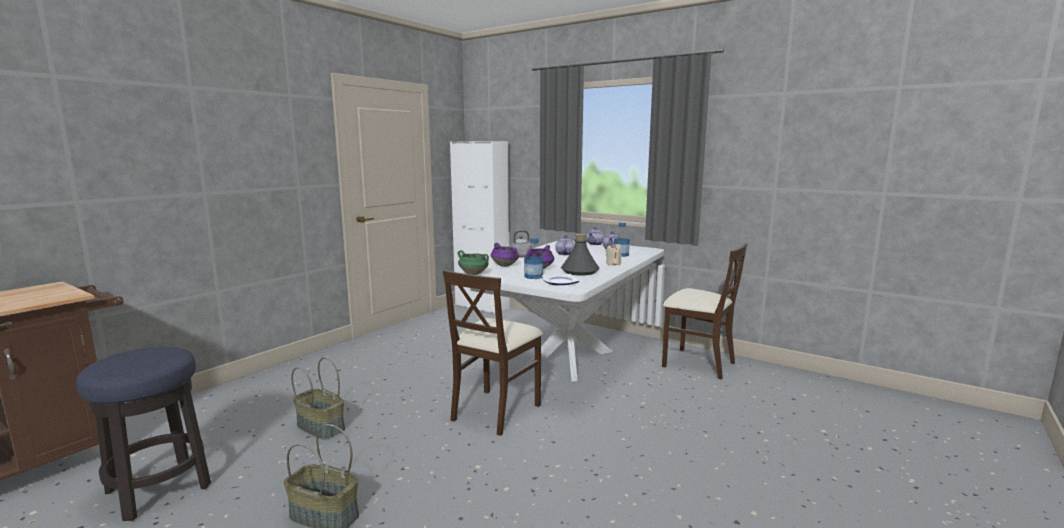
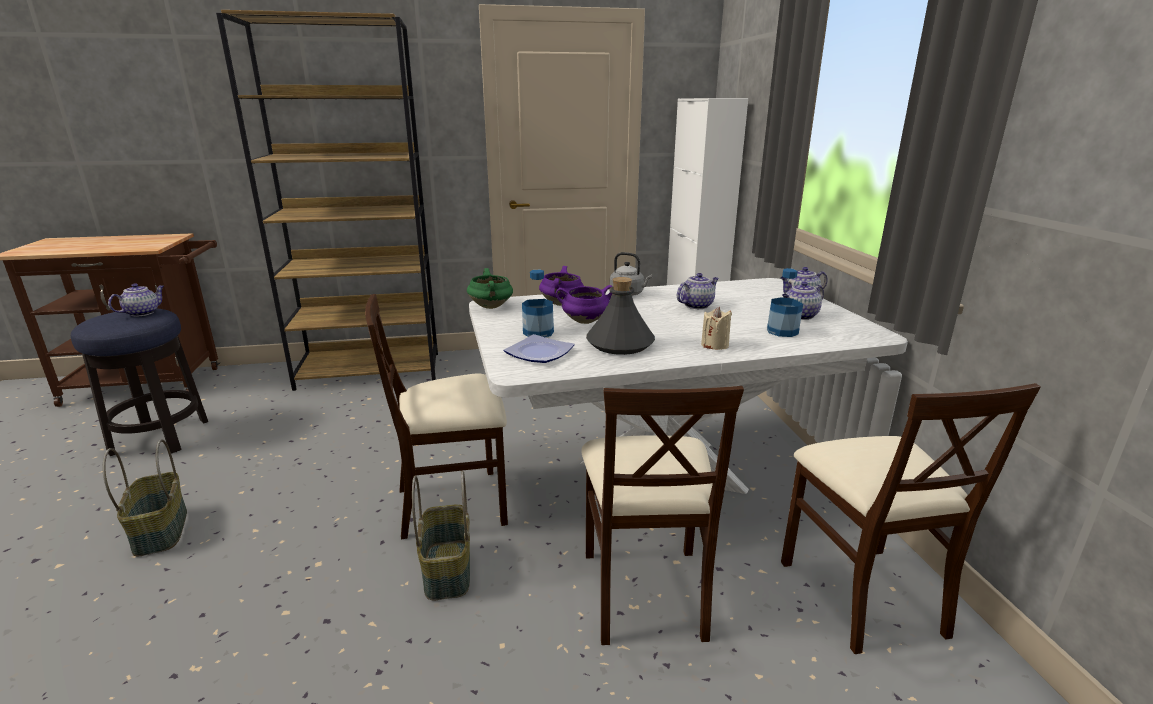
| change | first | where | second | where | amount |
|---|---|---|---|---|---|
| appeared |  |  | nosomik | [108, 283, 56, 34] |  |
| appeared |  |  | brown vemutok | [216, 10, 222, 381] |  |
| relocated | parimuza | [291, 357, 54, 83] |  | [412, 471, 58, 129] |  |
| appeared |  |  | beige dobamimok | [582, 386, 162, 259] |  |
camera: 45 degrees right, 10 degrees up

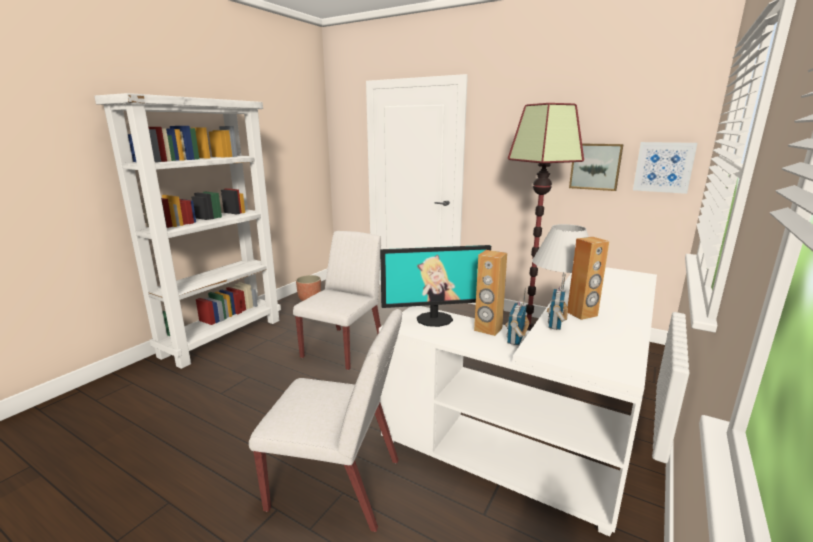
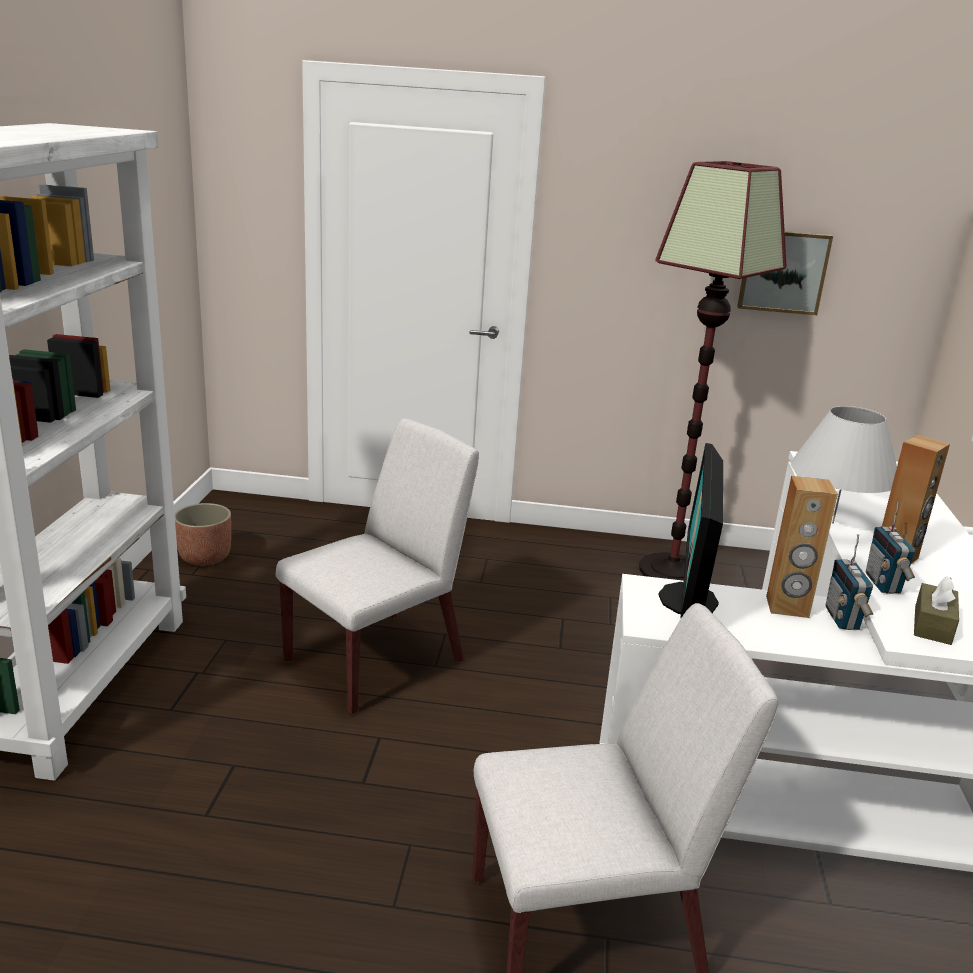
| change | first | where | second | where | amount |
|---|---|---|---|---|---|
| spun | white dobamimok | [293, 231, 88, 139] |  | [276, 418, 203, 296] | 45 degrees clockwise |
| spun | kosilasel | [380, 245, 111, 82] |  | [658, 443, 65, 176] | 135 degrees clockwise |
| appeared |  |  | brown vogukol | [914, 576, 45, 69] |  |
| missing | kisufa | [633, 142, 64, 52] |  |  |  |
camera: 25 degrees left, 5 degrees up

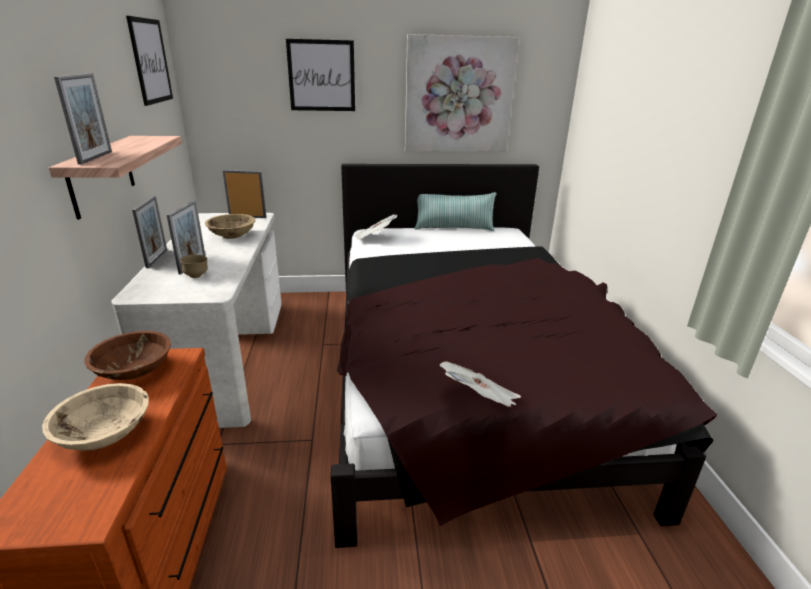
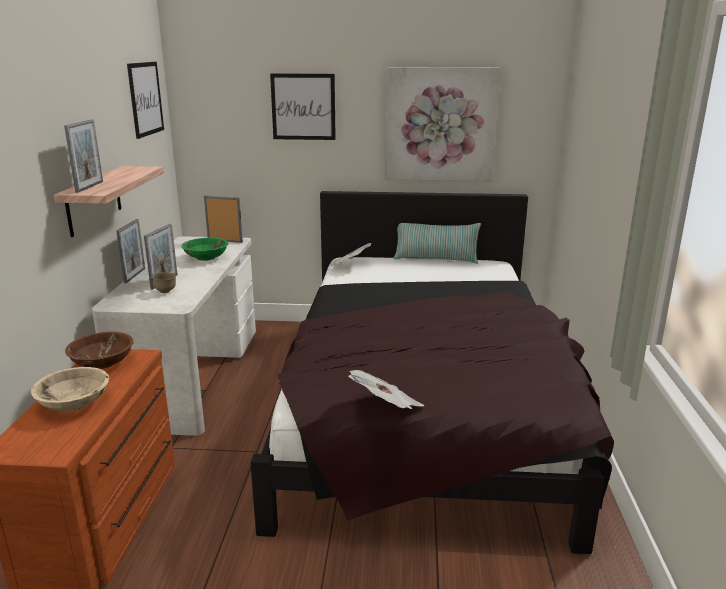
| change | first | where | second | where | amount |
|---|---|---|---|---|---|
| colour | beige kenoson | [205, 214, 50, 25] | green kenoson | [181, 238, 47, 23] |  |
camera: 10 degrees right, 5 degrees down

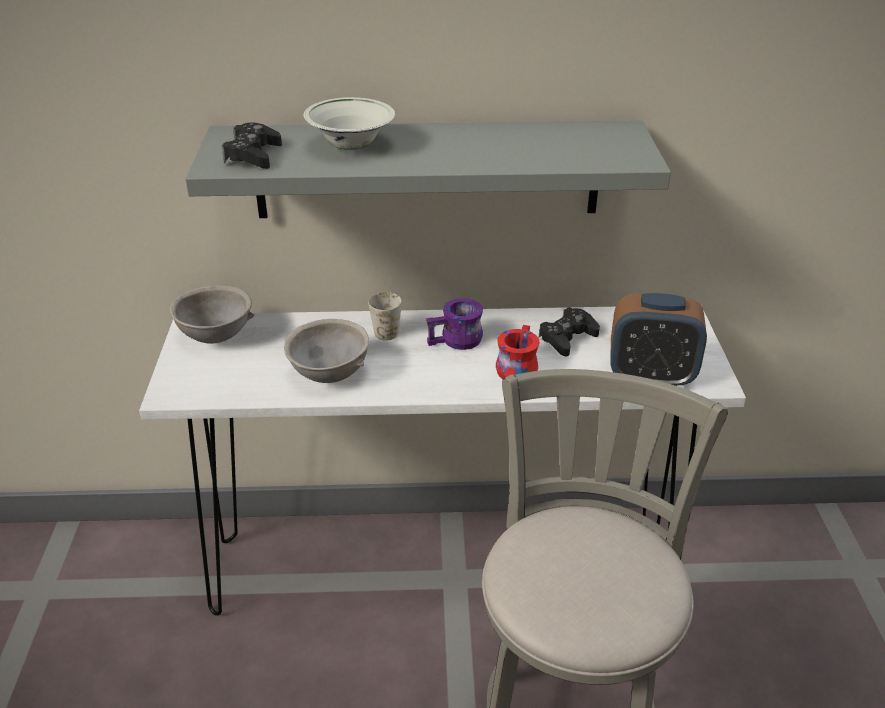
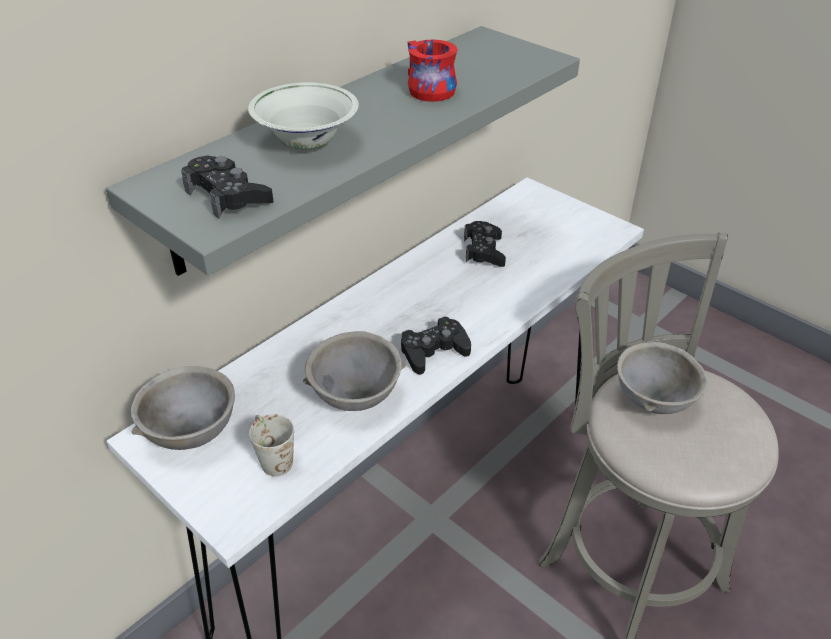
| change | first | where | second | where | amount |
|---|---|---|---|---|---|
| relocated | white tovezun | [368, 292, 34, 49] |  | [249, 414, 45, 62] |  |
| appeared |  |  | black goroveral | [401, 317, 70, 58] |  |
| relocated | red tovezun | [496, 325, 44, 54] |  | [408, 40, 50, 62] |  |
| appeared |  |  | grey kenoson | [617, 342, 90, 72] |  |
| missing | purple tovezun | [426, 298, 57, 52] |  |  |  |
| missing | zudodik | [610, 293, 97, 93] |  |  |  |
camera: 45 degrees left, 5 degrees up

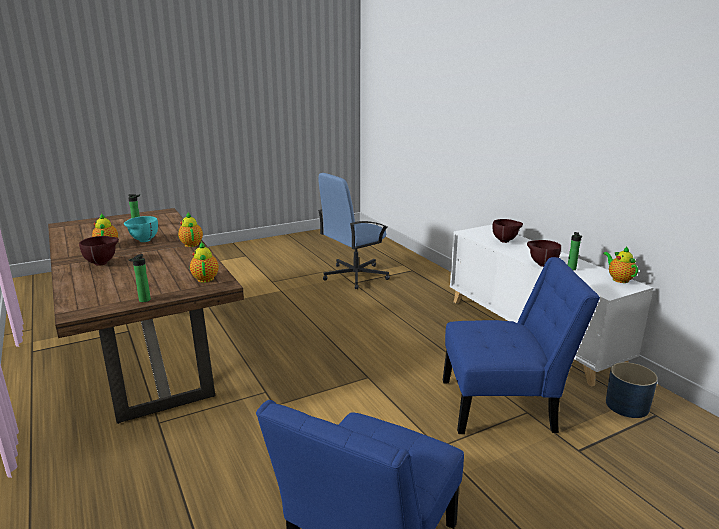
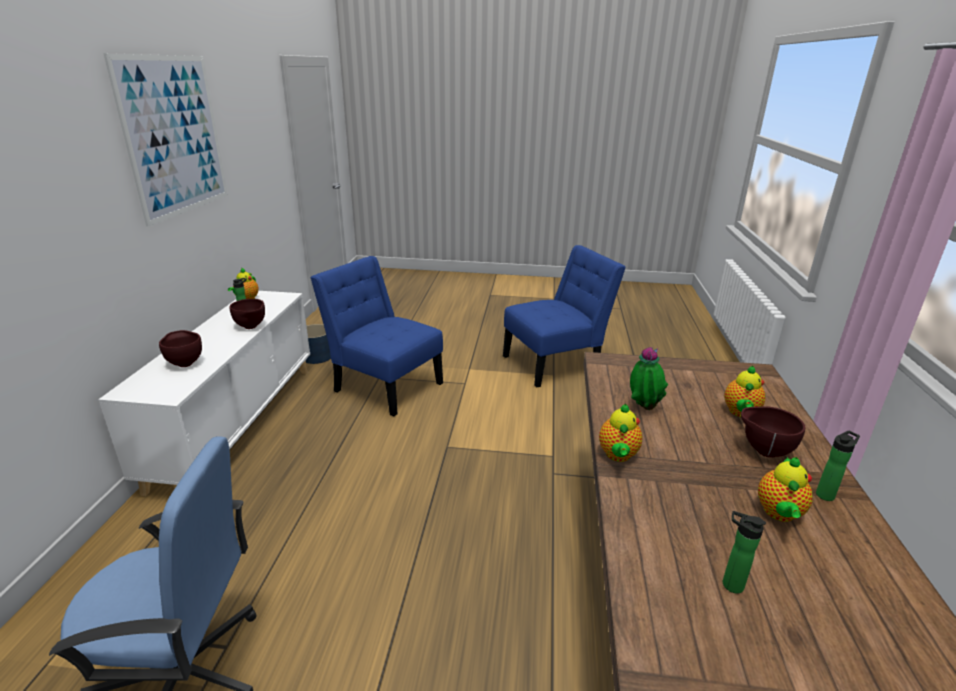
| change | first | where | second | where | amount |
|---|---|---|---|---|---|
| appeared |  |  | kisufa | [103, 53, 125, 174] |  |
| appeared |  |  | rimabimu | [630, 347, 38, 63] |  |
| relocated | nosomik | [190, 242, 29, 41] |  | [724, 366, 42, 51] |  |
| relocated | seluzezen | [128, 254, 23, 48] |  | [816, 431, 44, 70] |  |
| missing | turquoise kenoson | [124, 216, 34, 26] |  |  |  |
camera: 145 degrees left, 5 degrees up

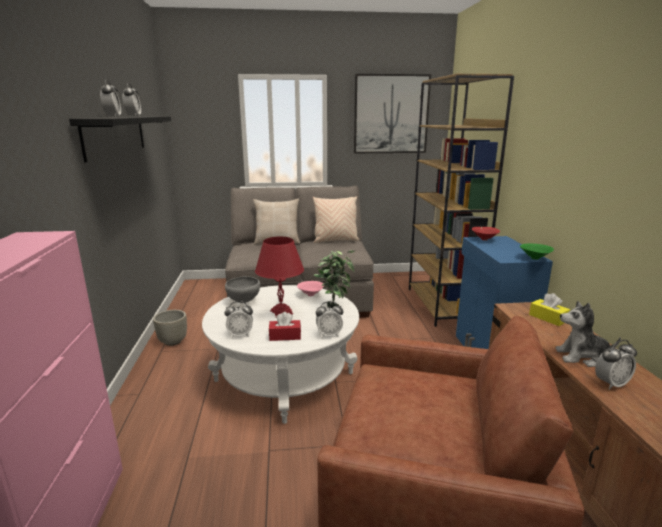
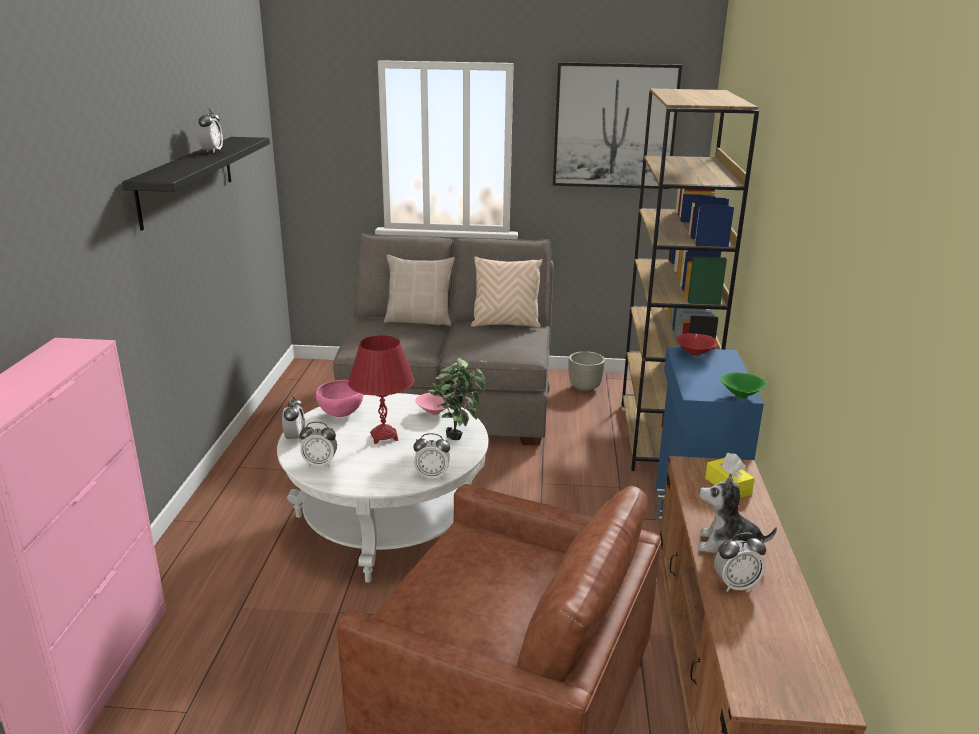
| change | first | where | second | where | amount |
|---|---|---|---|---|---|
| relocated | zudodik | [100, 80, 21, 37] |  | [282, 396, 23, 47] |  |
| colour | grey kenoson | [225, 276, 35, 27] | pink kenoson | [316, 380, 48, 37] |  |
| relocated | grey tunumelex | [153, 310, 34, 36] |  | [568, 351, 37, 42] |  |
| missing | red vogukol | [269, 312, 32, 29] |  |  |  |
camera: 10 degrees right, 5 degrees up

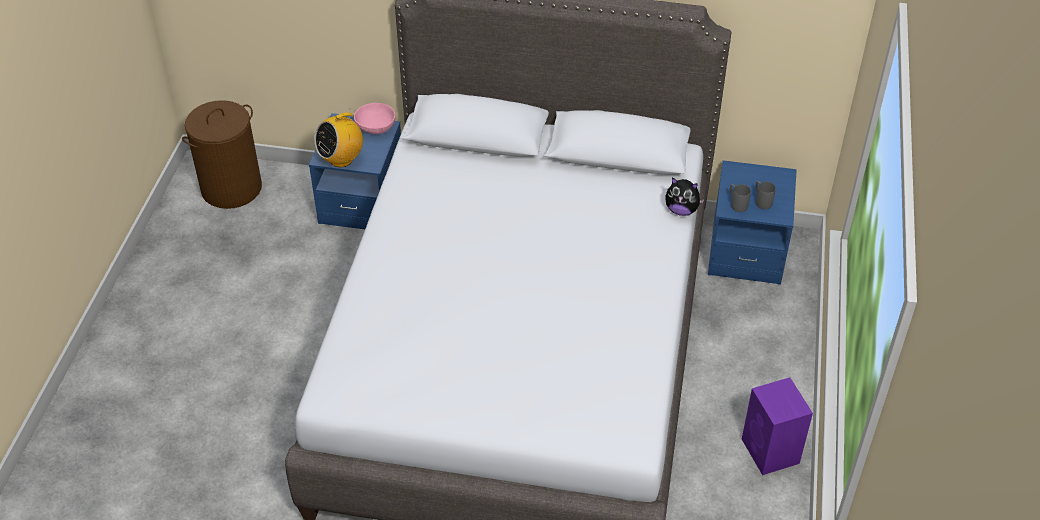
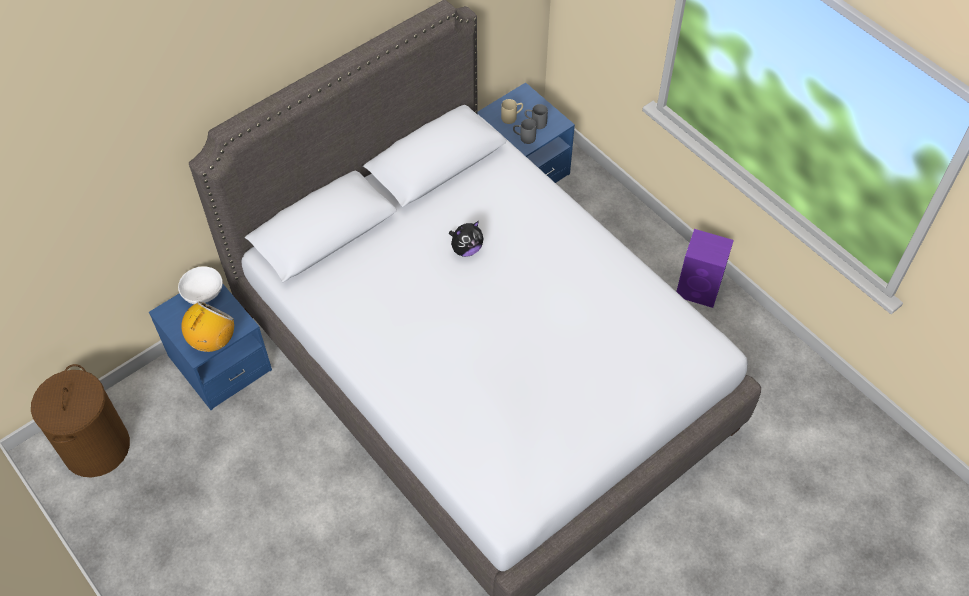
| change | first | where | second | where | amount |
|---|---|---|---|---|---|
| colour | pink kenoson | [354, 103, 42, 31] | white kenoson | [178, 266, 45, 38] |  |
| spun | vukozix | [314, 108, 49, 59] |  | [181, 302, 53, 50] | 150 degrees counterclockwise |
| relocated | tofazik | [665, 178, 40, 38] |  | [449, 221, 35, 36] |  |
| appeared |  |  | beige tovezun | [501, 99, 22, 25] |  |
camera: 50 degrees left, 10 degrees up

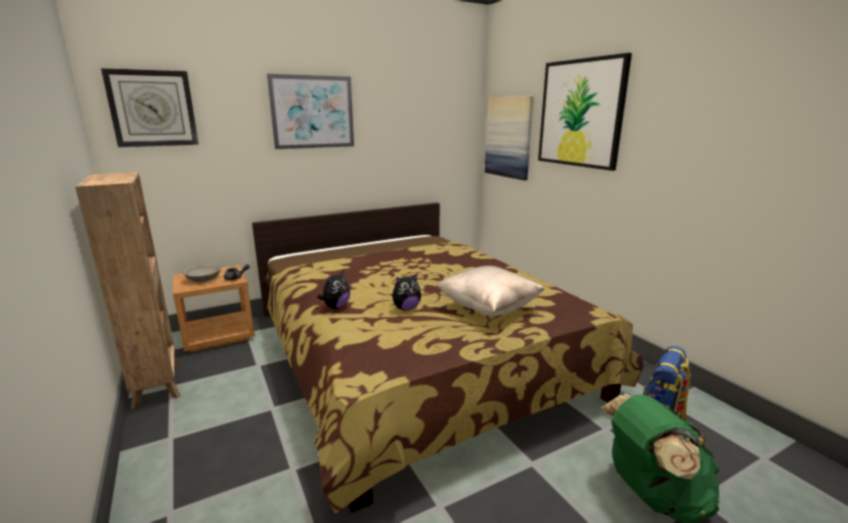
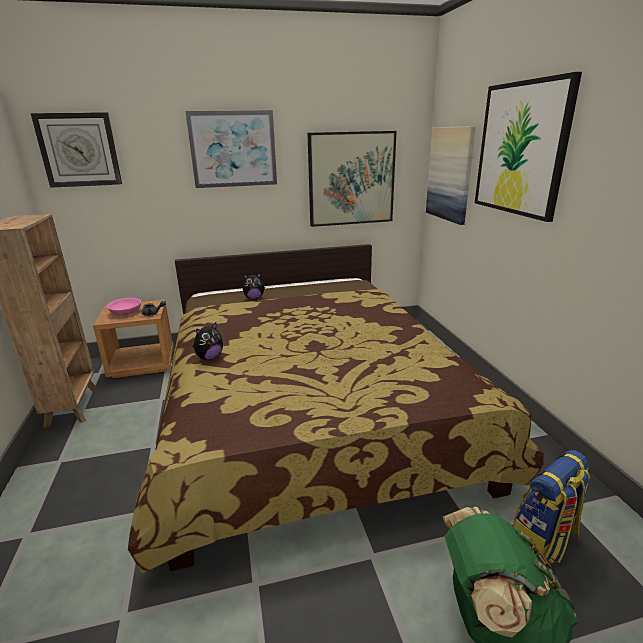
| change | first | where | second | where | amount |
|---|---|---|---|---|---|
| colour | grey kenoson | [183, 264, 38, 18] | pink kenoson | [107, 298, 34, 18] |  |
| relocated | tofazik | [392, 273, 29, 38] |  | [243, 273, 22, 26] |  |
| appeared |  |  | kisufa | [308, 131, 89, 96] |  |
| missing | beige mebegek | [436, 266, 109, 50] |  |  |  |
camera: 15 degrees right, 5 degrees up

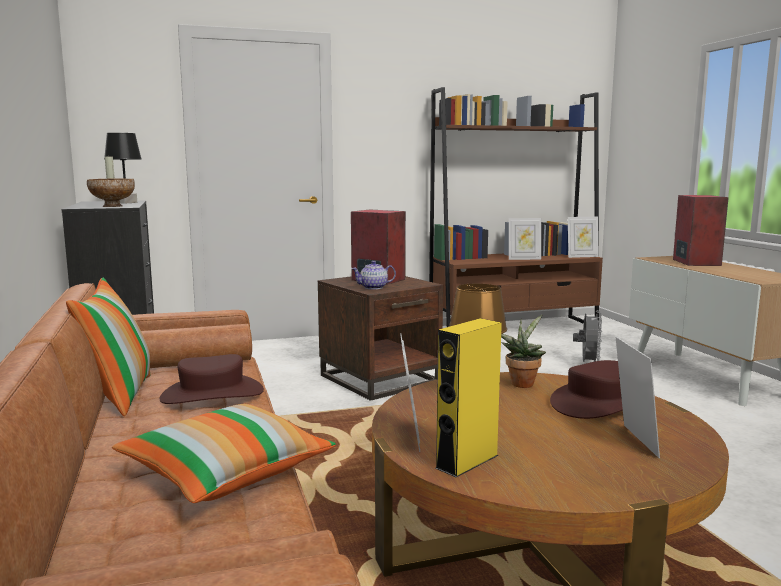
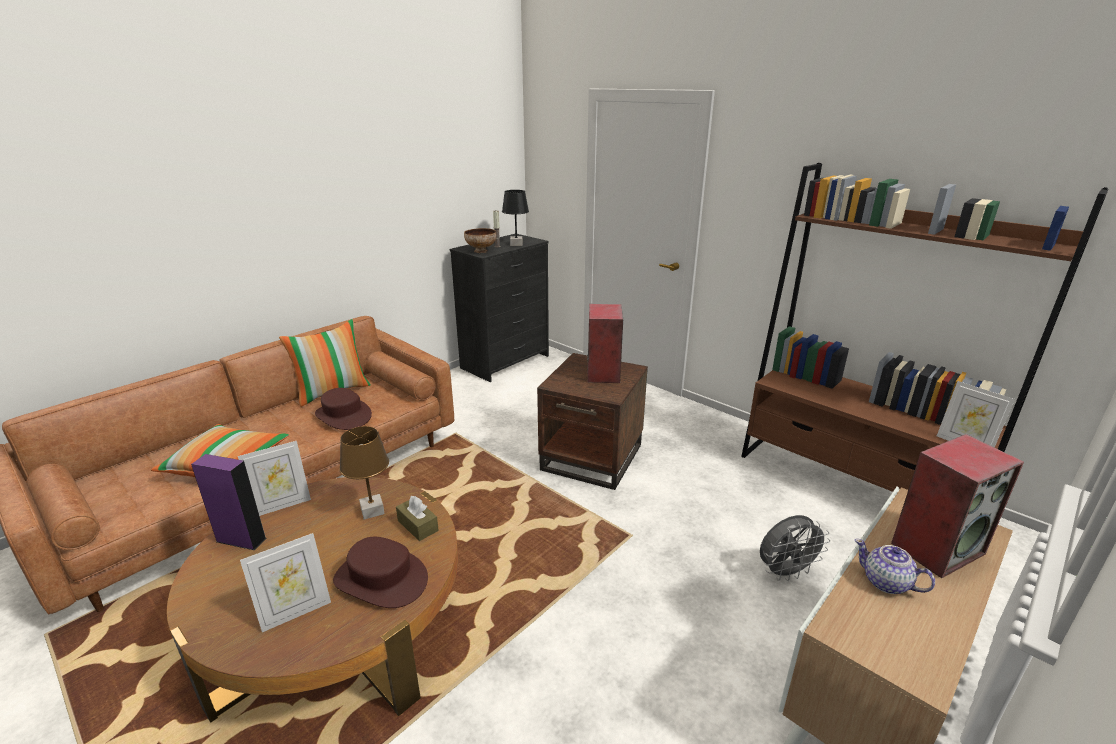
| change | first | where | second | where | amount |
|---|---|---|---|---|---|
| colour | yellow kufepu | [435, 318, 67, 159] | purple kufepu | [191, 454, 75, 96] |  |
| exchanged | rimabimu | [501, 314, 45, 74] | brown vogukol | [396, 496, 43, 45] |  |
| relocated | nosomik | [351, 261, 45, 29] |  | [855, 539, 80, 55] |  |
| missing | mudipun | [509, 218, 32, 42] |  |  |  |
camera: 60 degrees right, 15 degrees up

